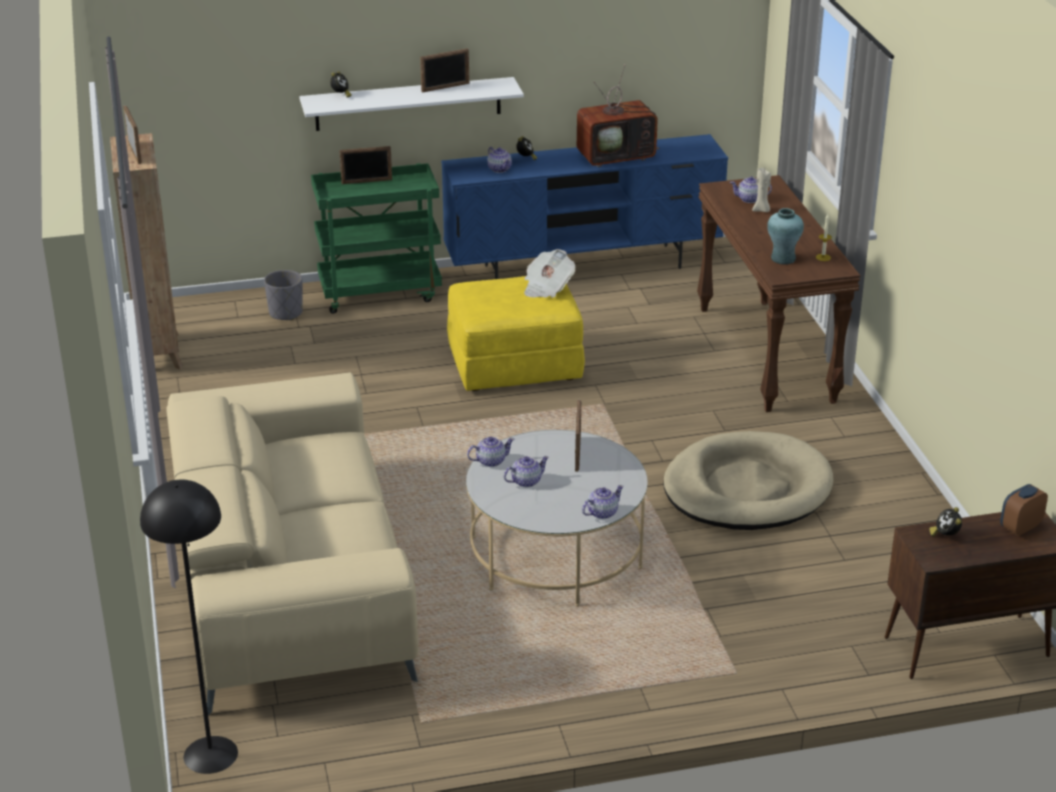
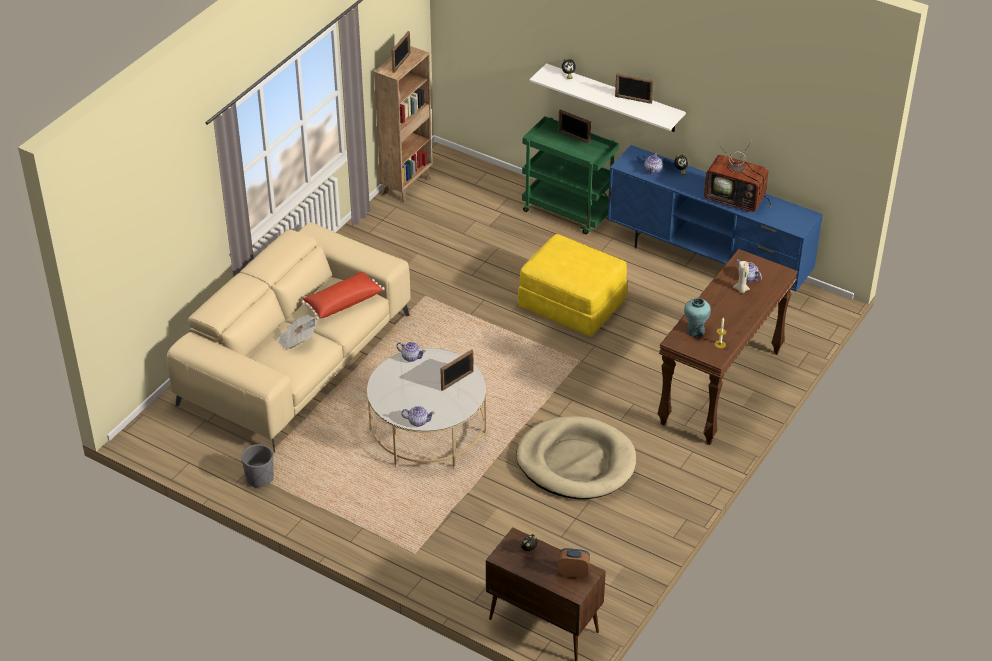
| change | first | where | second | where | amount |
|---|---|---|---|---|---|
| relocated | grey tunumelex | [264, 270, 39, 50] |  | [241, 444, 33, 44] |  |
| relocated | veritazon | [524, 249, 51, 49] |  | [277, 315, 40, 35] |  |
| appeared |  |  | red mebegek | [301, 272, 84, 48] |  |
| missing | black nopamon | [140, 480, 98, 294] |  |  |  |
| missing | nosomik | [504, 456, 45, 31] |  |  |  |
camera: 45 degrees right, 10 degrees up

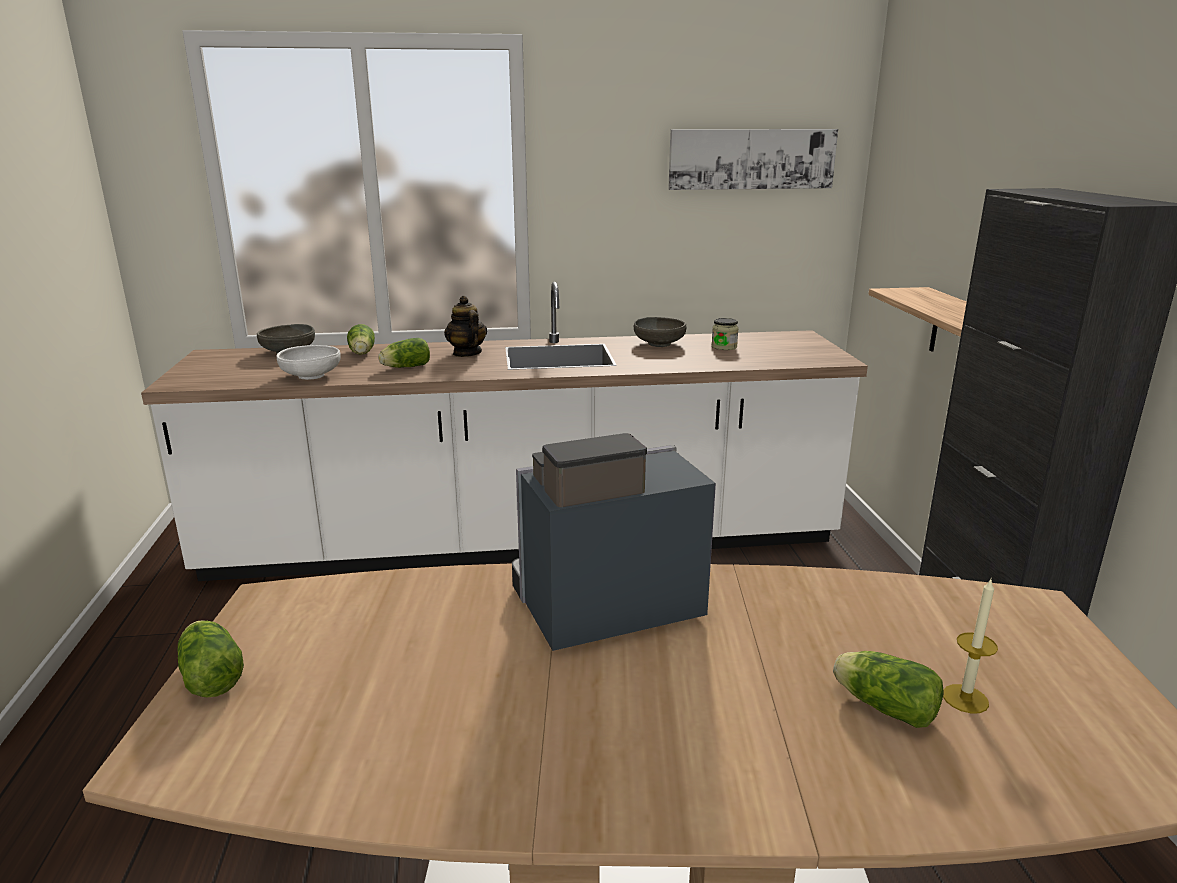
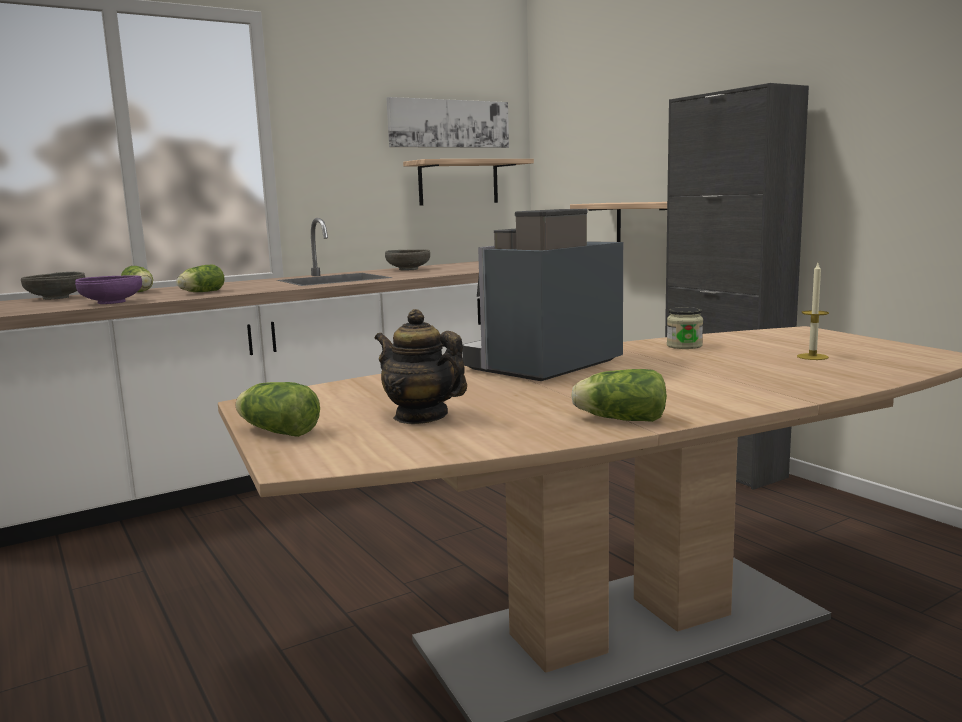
| change | first | where | second | where | amount |
|---|---|---|---|---|---|
| colour | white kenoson | [277, 345, 64, 35] | purple kenoson | [75, 275, 67, 29] |  |
| relocated | nosomik | [444, 296, 43, 61] |  | [375, 309, 92, 115] |  |
| appeared |  |  | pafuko | [403, 159, 131, 47] |  |
| relocated | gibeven | [833, 651, 111, 77] |  | [571, 369, 96, 53] |  |
| relocated | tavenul | [712, 318, 27, 32] |  | [667, 307, 36, 42] |  |
camera: 25 degrees left, 10 degrees down

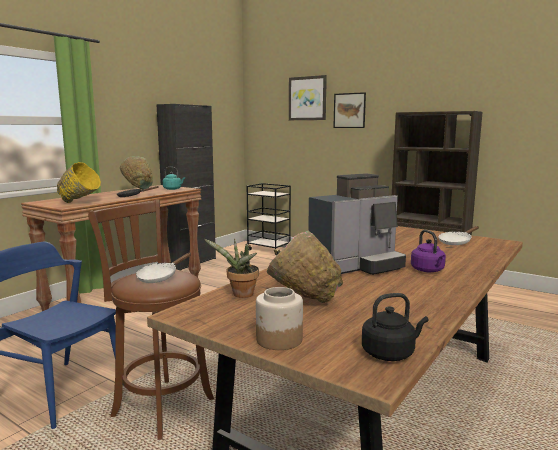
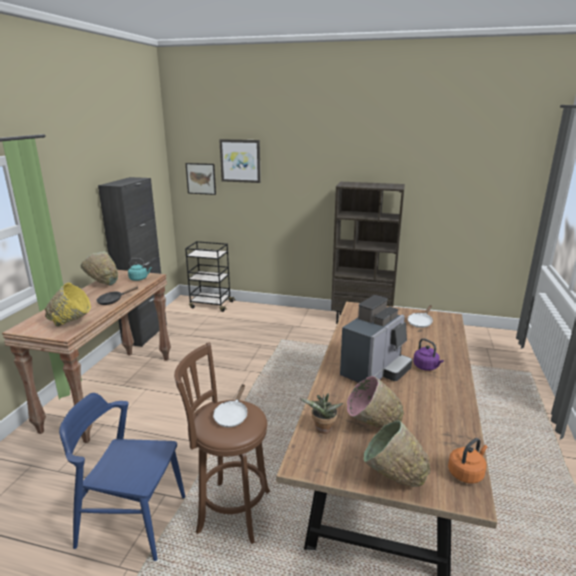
| change | first | where | second | where | amount |
|---|---|---|---|---|---|
| relocated | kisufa | [333, 92, 33, 36] |  | [186, 163, 30, 32] |  |
| exchanged | tavenul | [256, 287, 47, 63] | green kenoson | [363, 420, 68, 67] |  |
| colour | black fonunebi | [362, 293, 66, 68] | orange fonunebi | [448, 438, 40, 46] |  |
camera: 20 degrees left, 10 degrees up

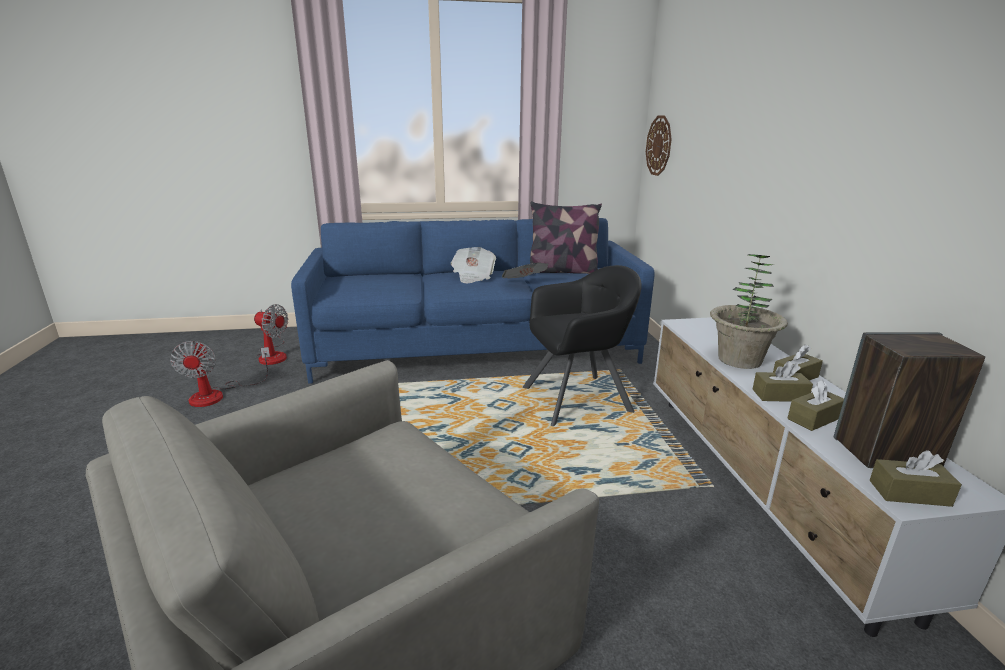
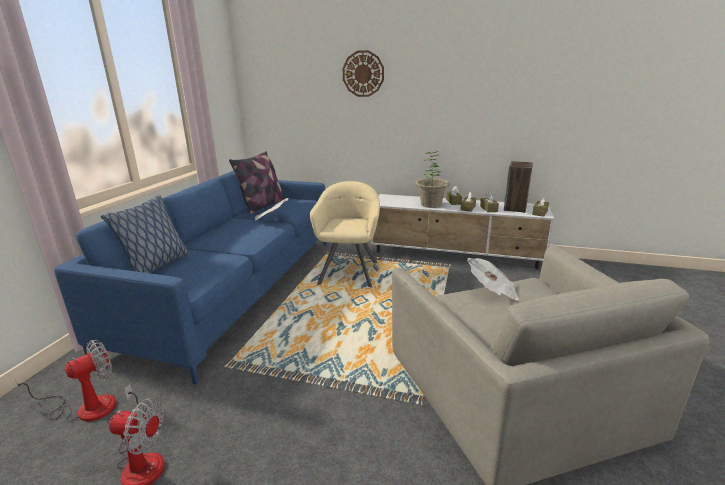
| change | first | where | second | where | amount |
|---|---|---|---|---|---|
| appeared |  |  | mebegek | [100, 195, 89, 78] |  |
| colour | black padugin | [523, 265, 119, 161] | beige padugin | [310, 181, 70, 107] |  |
| relocated | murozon | [646, 116, 26, 60] |  | [343, 50, 41, 47] |  |
| relocated | veritazon | [451, 247, 45, 36] |  | [467, 258, 52, 42] |  |
camera: 65 degrees left, 0 degrees up

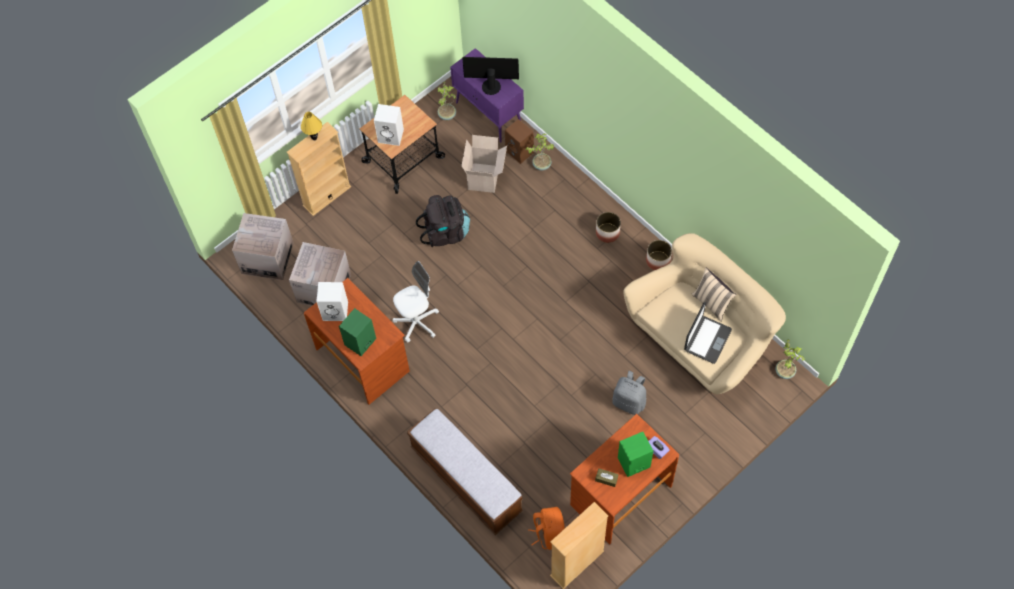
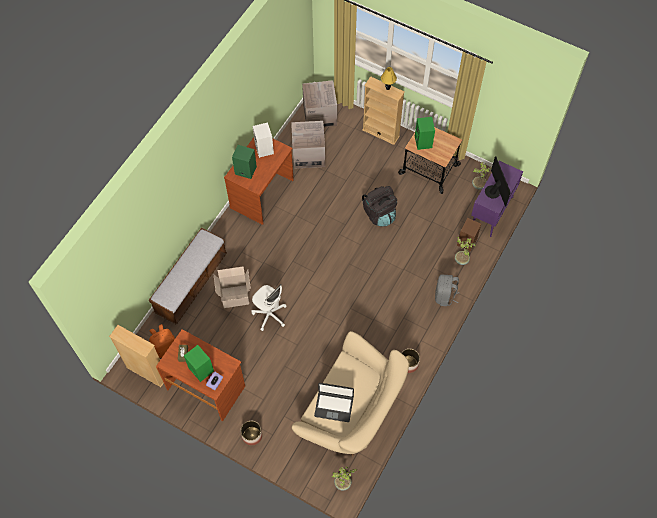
| change | first | where | second | where | amount |
|---|---|---|---|---|---|
| relocated | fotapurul | [461, 135, 46, 58] |  | [213, 267, 38, 41] |  |
| relocated | tunumelex | [596, 212, 25, 31] |  | [240, 421, 22, 25] |  |
| relocated | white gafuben | [393, 261, 46, 82] |  | [251, 284, 36, 47] |  |
| colour | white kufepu | [374, 104, 30, 42] | green kufepu | [415, 117, 20, 33] |  |
| relocated | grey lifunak | [612, 371, 34, 44] |  | [435, 274, 25, 32] |  |
| missing | beige mebegek | [692, 268, 44, 54] |  |  |  |
camera: 70 degrees right, 0 degrees up

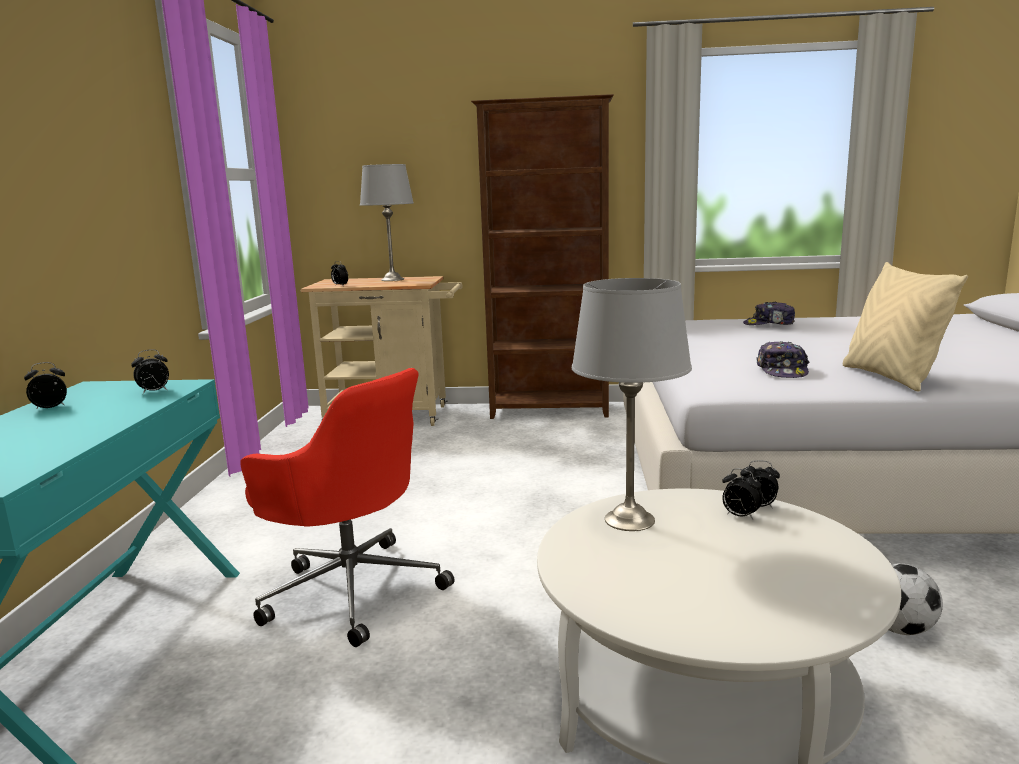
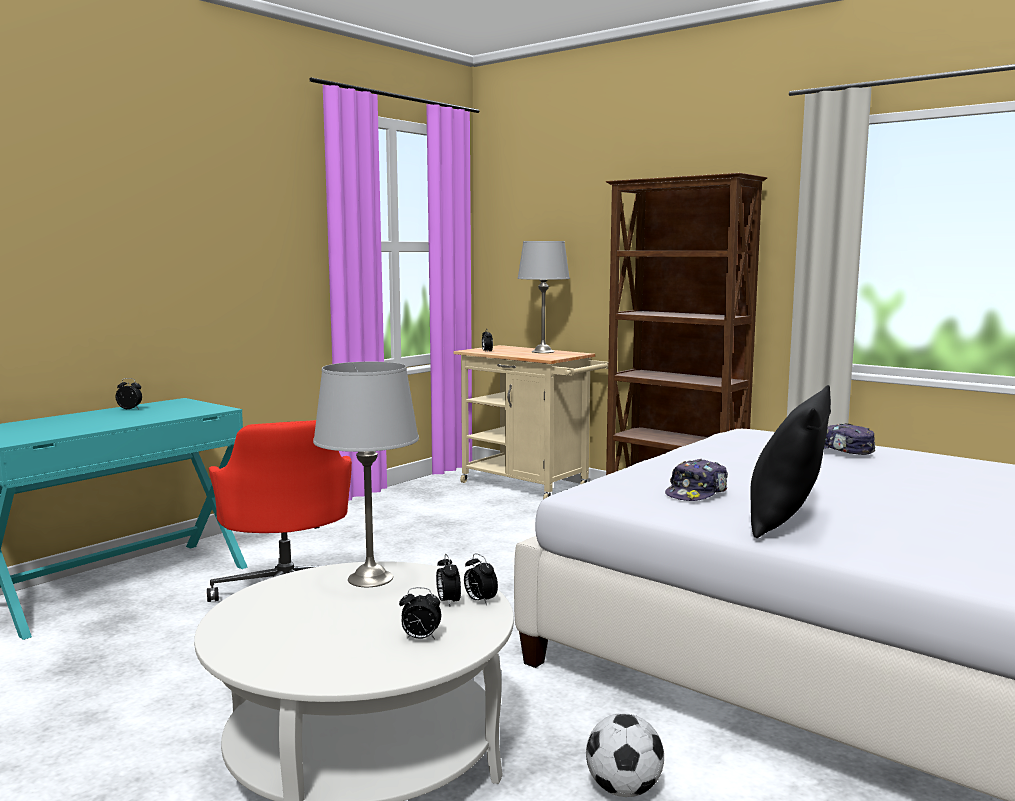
| change | first | where | second | where | amount |
|---|---|---|---|---|---|
| relocated | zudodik | [131, 349, 38, 45] |  | [399, 587, 42, 53] |  |
| colour | beige mebegek | [843, 262, 125, 130] | black mebegek | [750, 385, 81, 153] |  |
camera: 35 degrees right, 5 degrees down

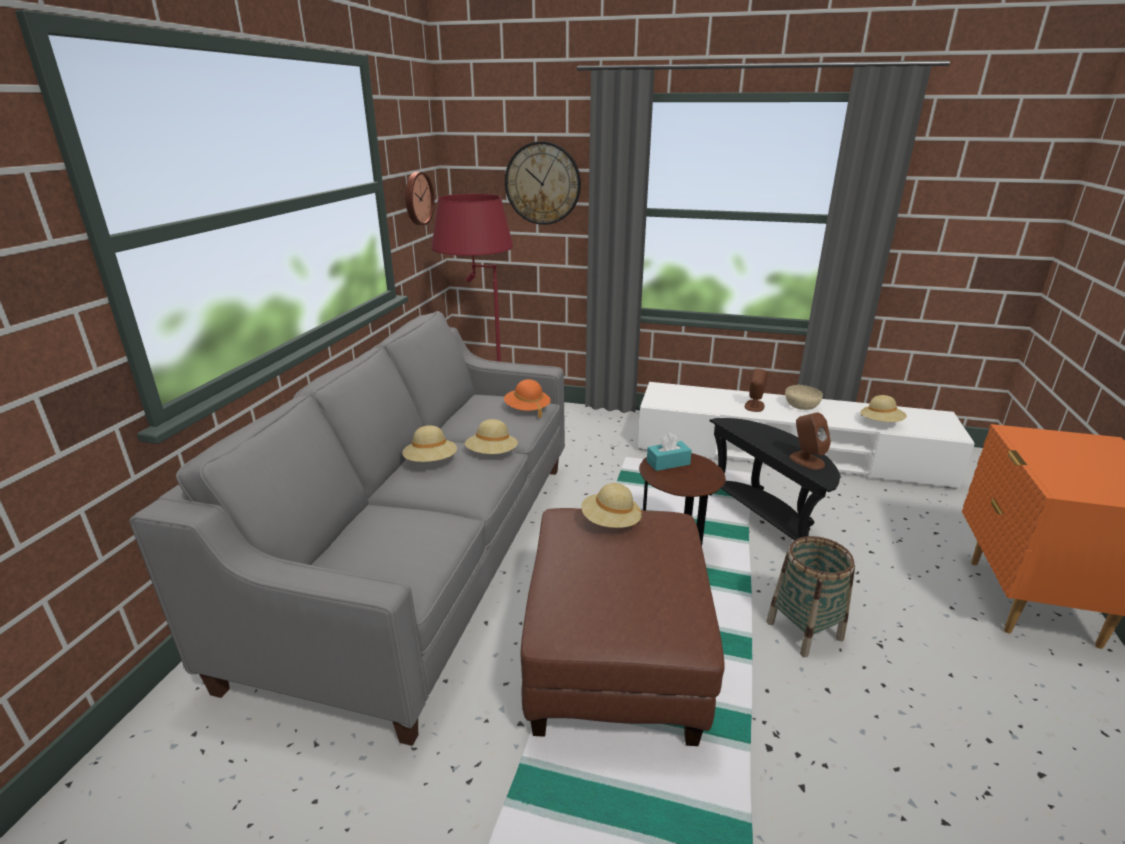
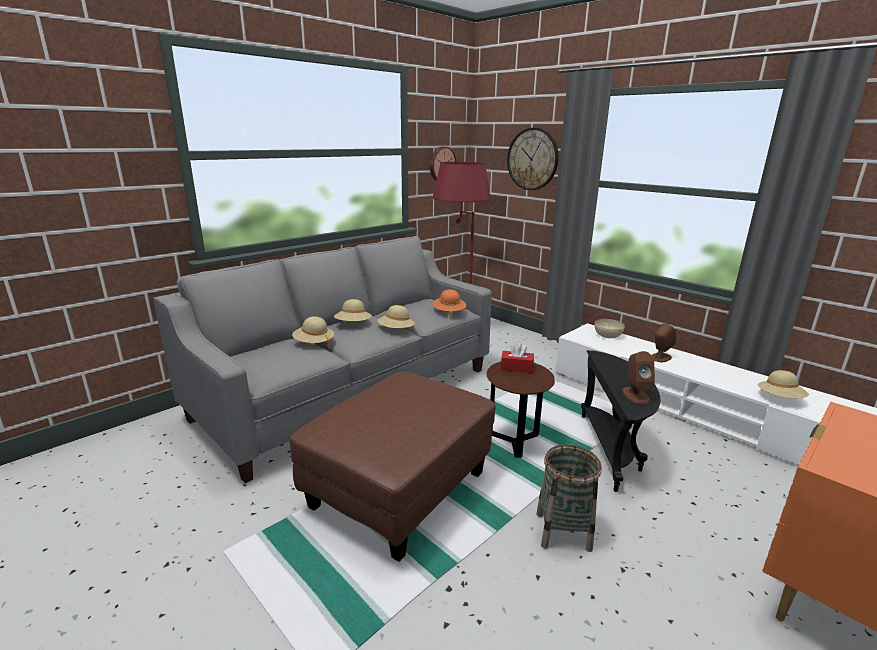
| change | first | where | second | where | amount |
|---|---|---|---|---|---|
| relocated | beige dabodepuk | [581, 483, 61, 45] |  | [292, 316, 42, 32] |  |
| colour | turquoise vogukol | [647, 433, 45, 38] | red vogukol | [501, 343, 33, 30] |  |
| relocated | beige kenoson | [785, 385, 38, 25] |  | [594, 319, 31, 19] |  |
camera: 30 degrees right, 5 degrees down

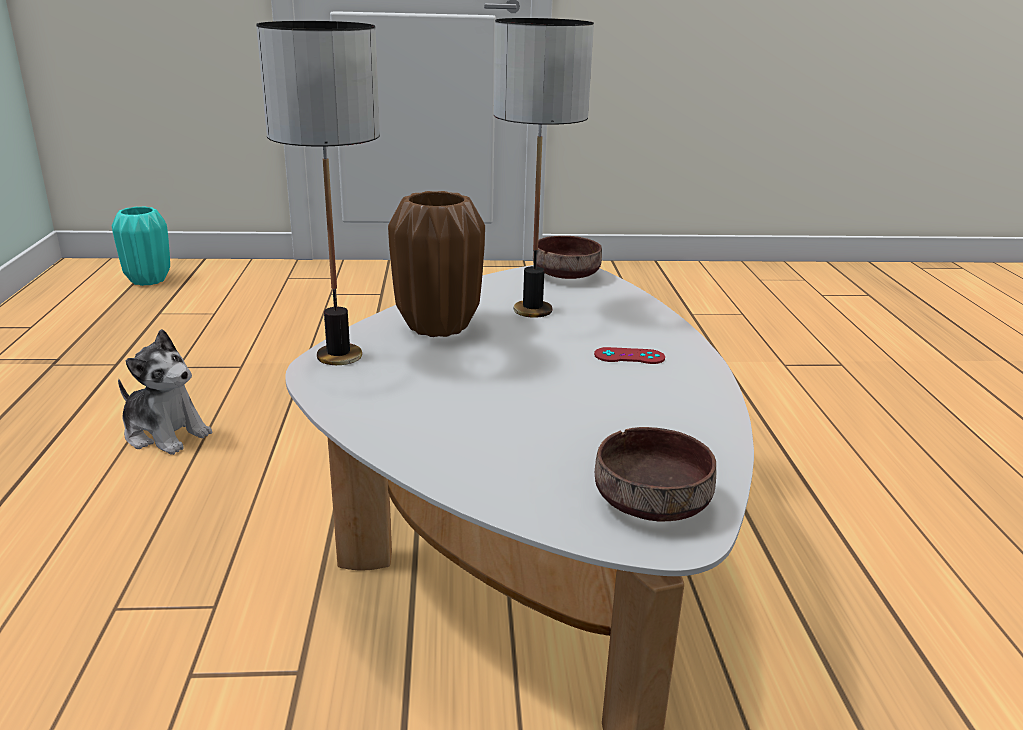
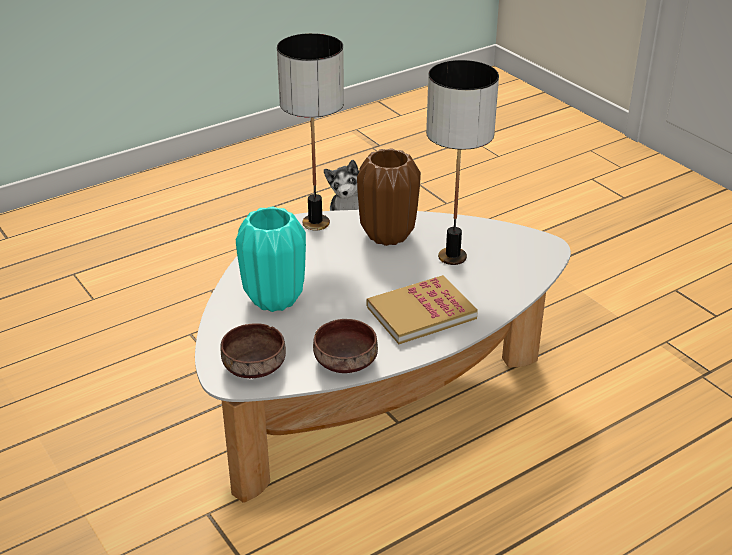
| change | first | where | second | where | amount |
|---|---|---|---|---|---|
| relocated | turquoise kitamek | [112, 206, 58, 80] |  | [236, 206, 70, 106] |  |
| relocated | brown kenoson | [533, 236, 69, 43] |  | [313, 319, 65, 54] |  |
| exchanged | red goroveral | [594, 347, 71, 17] | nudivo | [366, 275, 112, 69] |  |
camera: 60 degrees right, 10 degrees up

